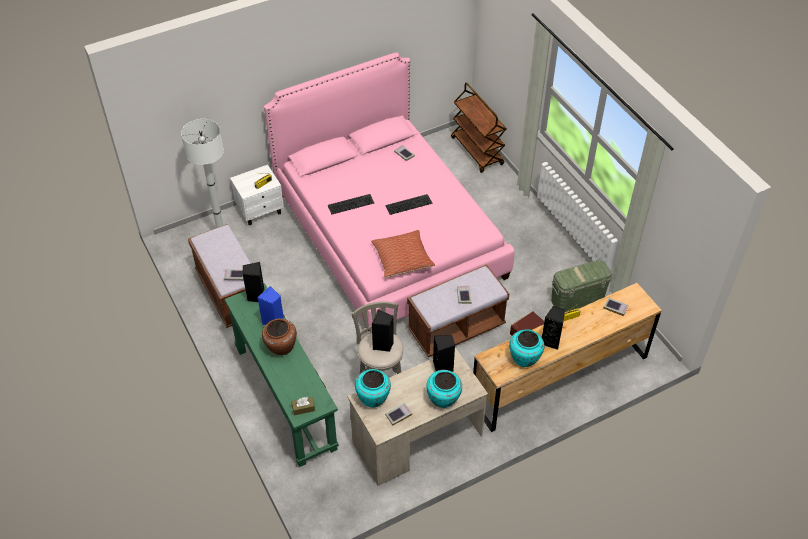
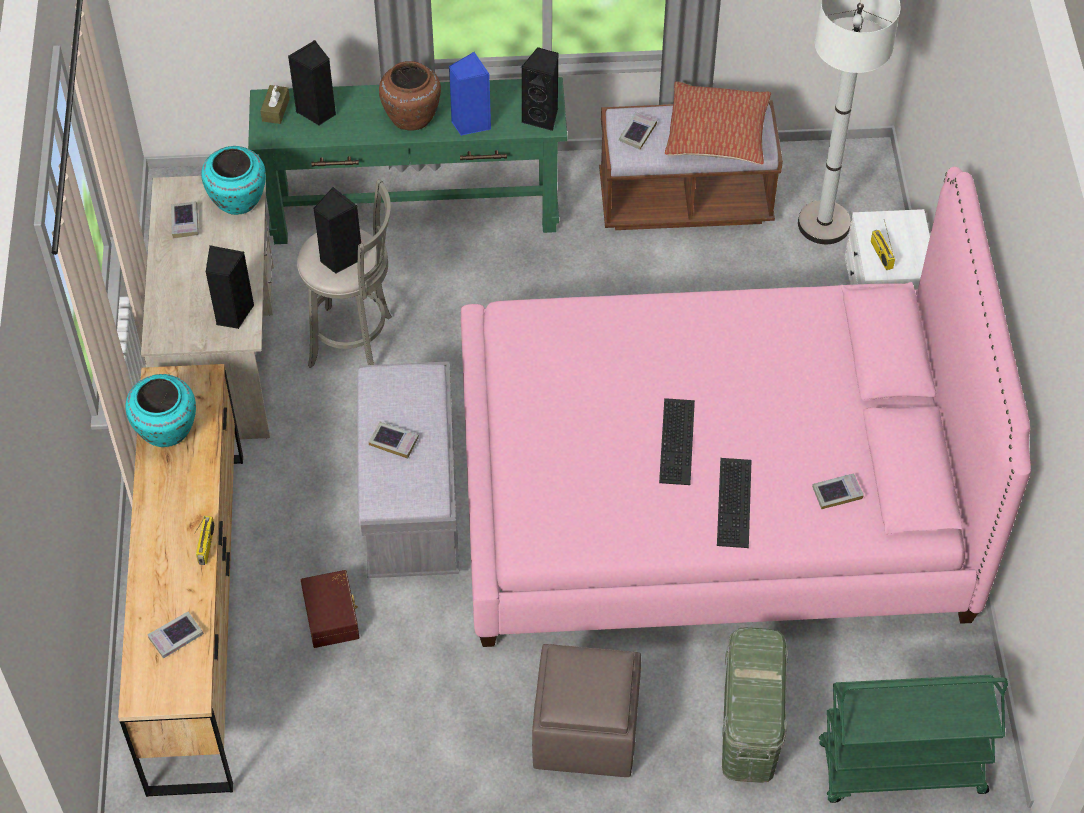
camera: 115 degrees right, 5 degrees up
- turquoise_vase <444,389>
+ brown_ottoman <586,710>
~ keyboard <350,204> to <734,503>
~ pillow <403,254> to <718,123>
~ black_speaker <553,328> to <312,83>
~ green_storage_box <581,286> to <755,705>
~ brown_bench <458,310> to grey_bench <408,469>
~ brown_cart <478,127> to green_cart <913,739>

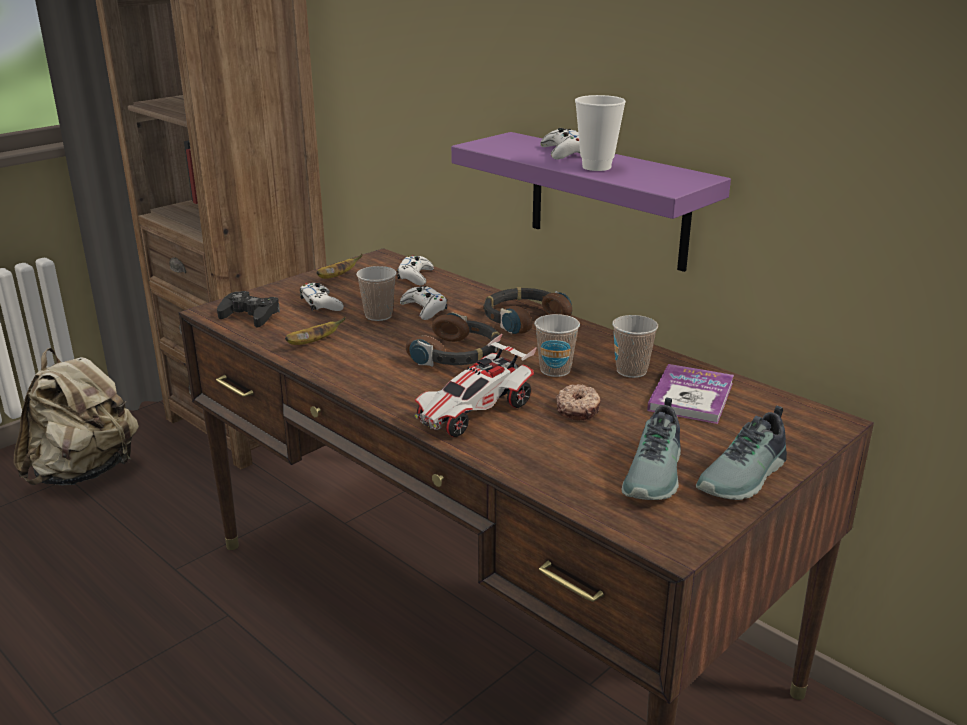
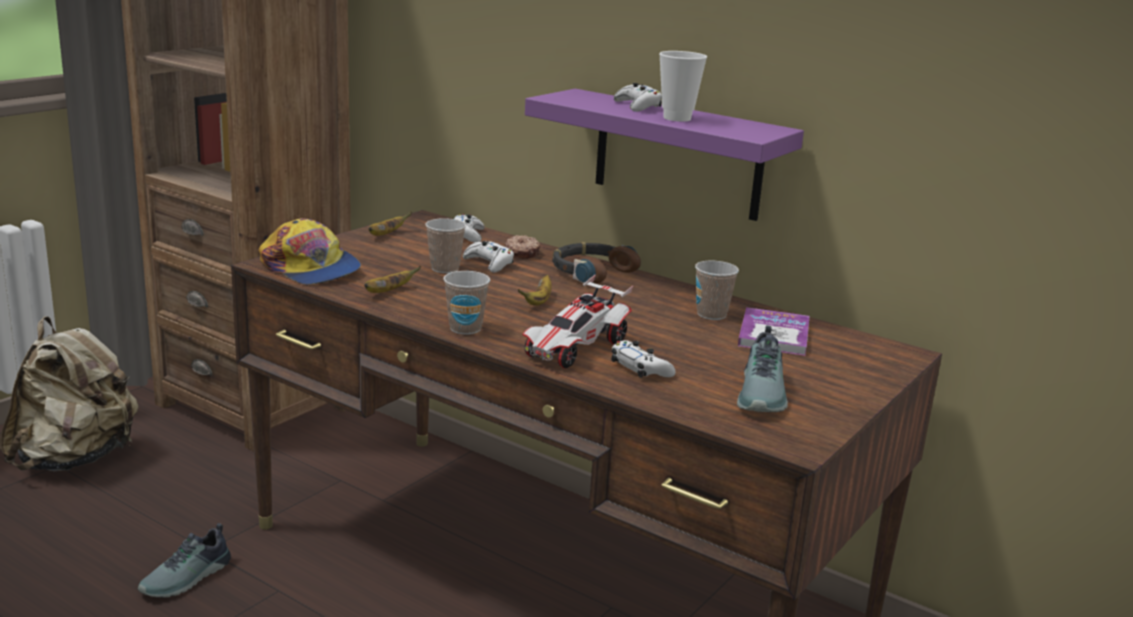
camera: 10 degrees left, 5 degrees down
~ white_game_controller <322,297> to <643,359>
~ cup <557,345> to <466,302>
~ donut <578,402> to <522,247>
~ shoe <741,453> to <184,560>
~ black_game_controller <248,309> to cap <309,251>
~ headphones <453,339> to banana <535,290>

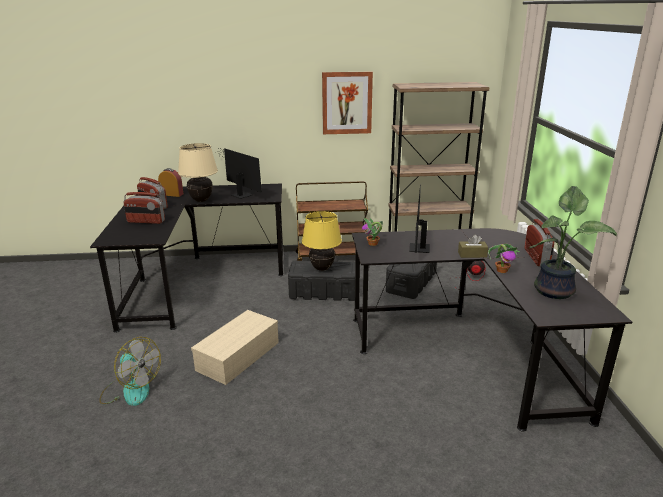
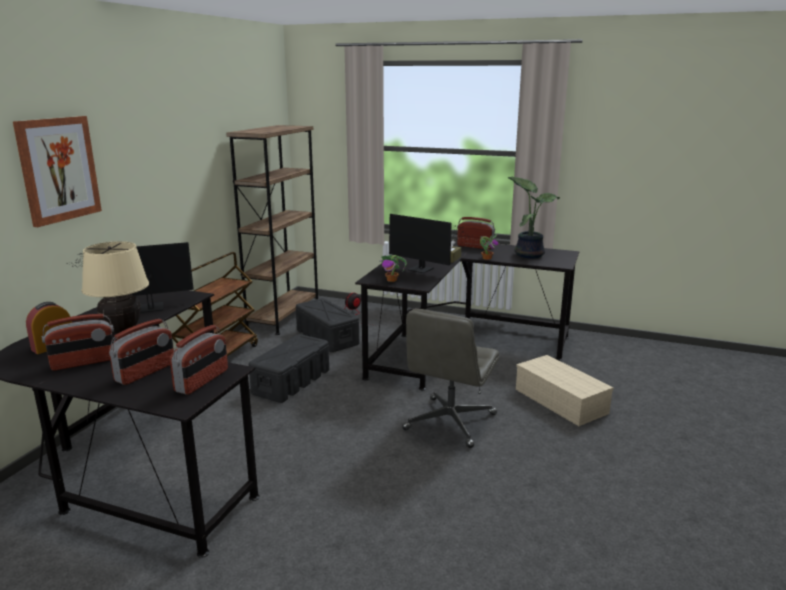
camera: 65 degrees left, 5 degrees down
- fan <130,371>
- yellow_table_lamp <322,241>
+ radio <199,360>
+ grey_office_chair <450,378>
~ beige_storage_box <235,347> to <565,390>
~ picture <347,103> to <57,171>

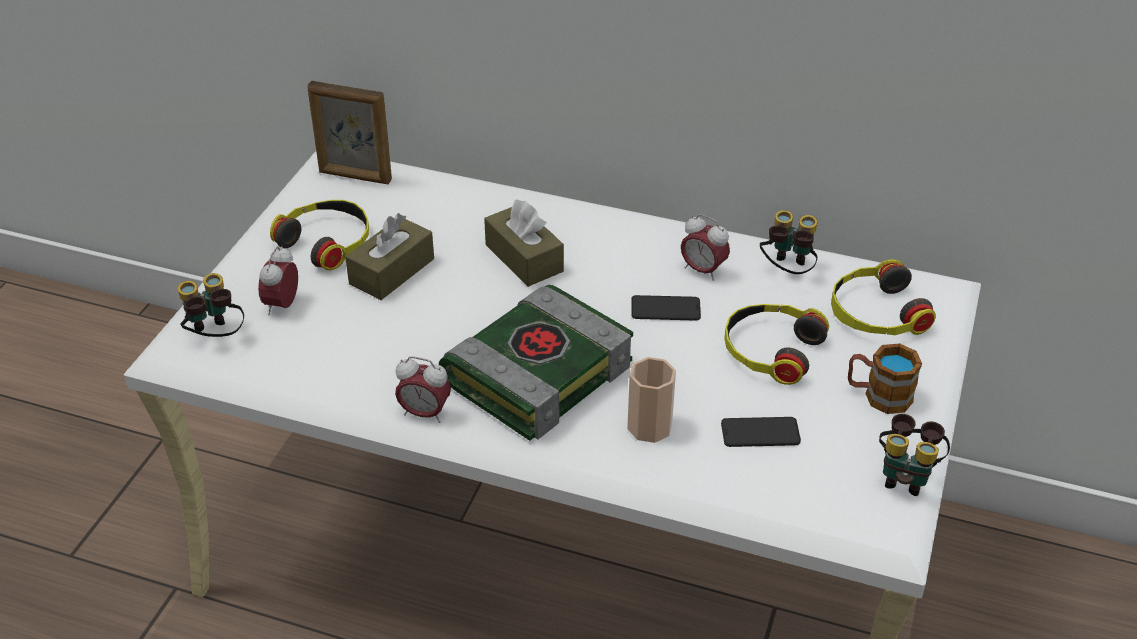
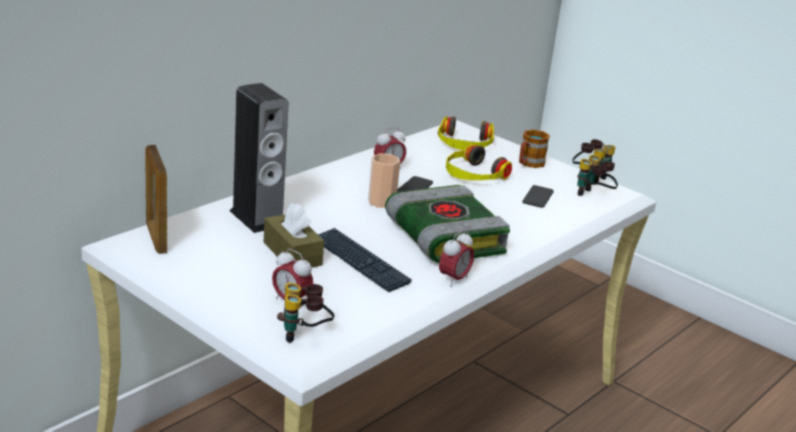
camera: 70 degrees left, 15 degrees down
- headphones <319,235>
- brown_tissue_box <524,243>
+ speaker <259,158>
+ keyboard <365,260>
~ cup <651,400> to <384,181>
~ binoculars <789,242> to <597,175>
~ picture_frame <349,132> = <156,199> 120 degrees clockwise

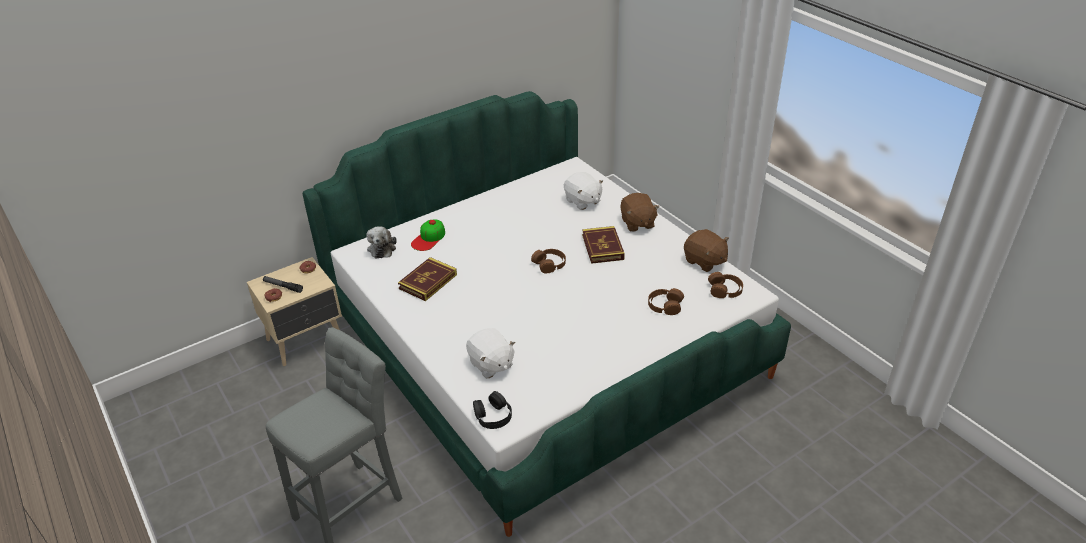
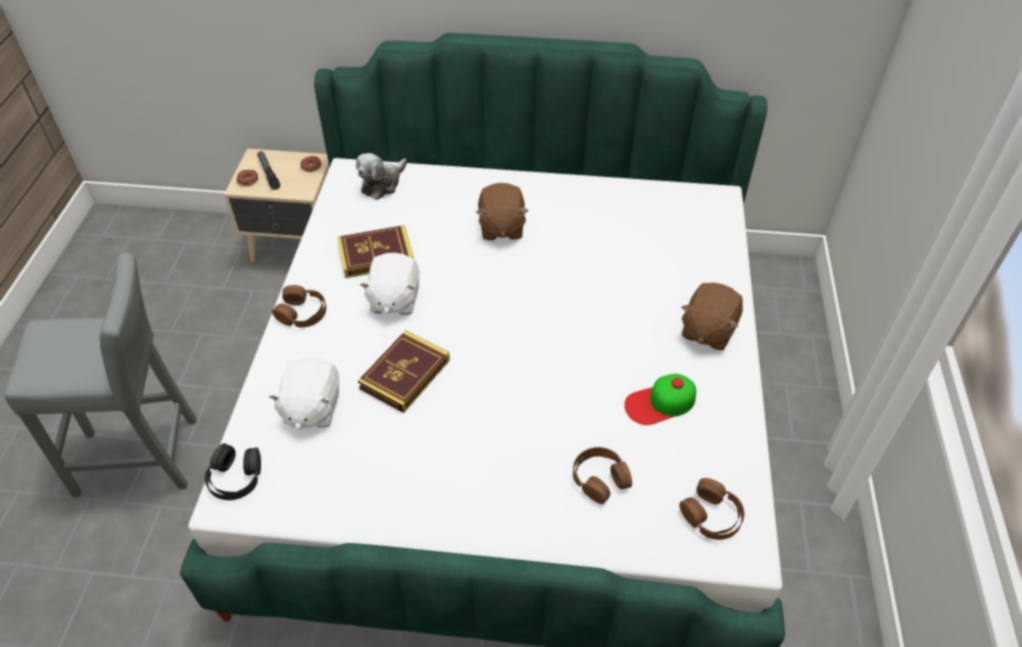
camera: 40 degrees right, 10 degrees up
~ cap <428,235> to <660,399>
~ brown_headphones <548,261> to <299,306>
~ white_plush_toy <583,191> to <389,284>
~ book <603,245> to <404,371>
~ brown_plush_toy <706,250> to <502,211>

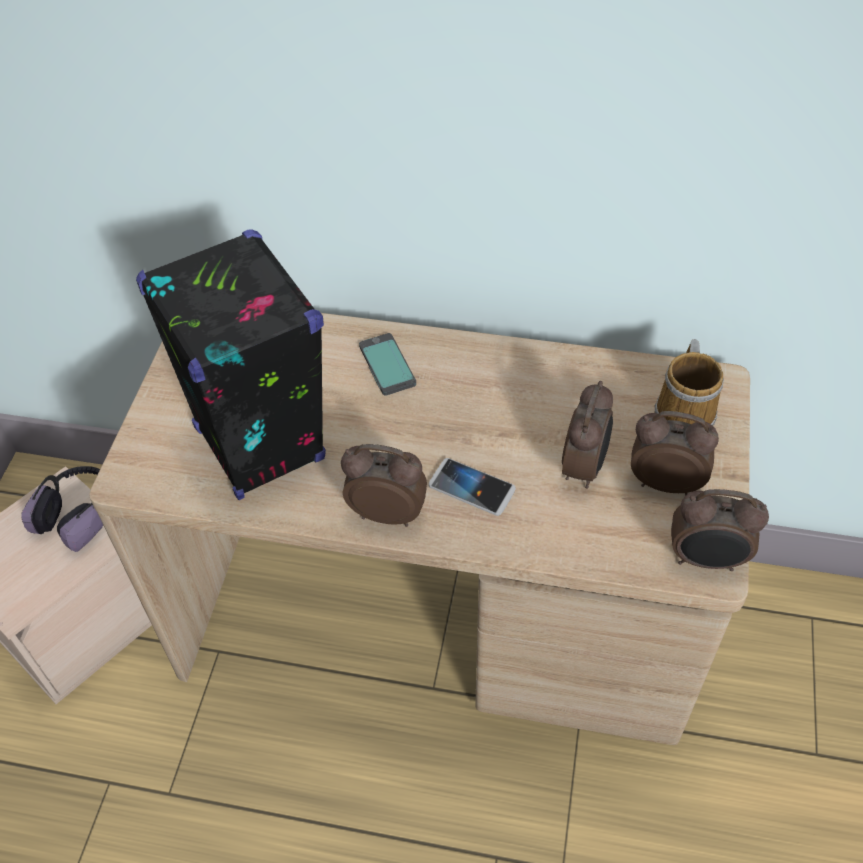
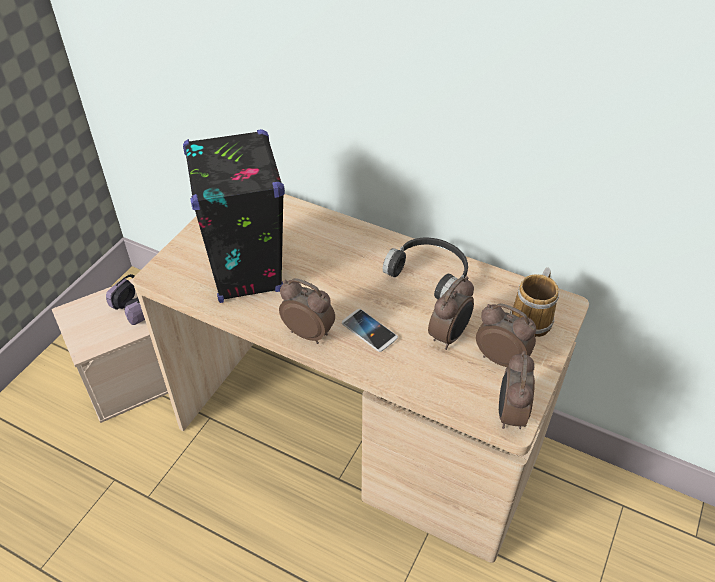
camera: 15 degrees right, 5 degrees down
- phone <387,364>
+ black_headphones <425,268>
~ alarm_clock <720,530> = <517,390> 75 degrees clockwise

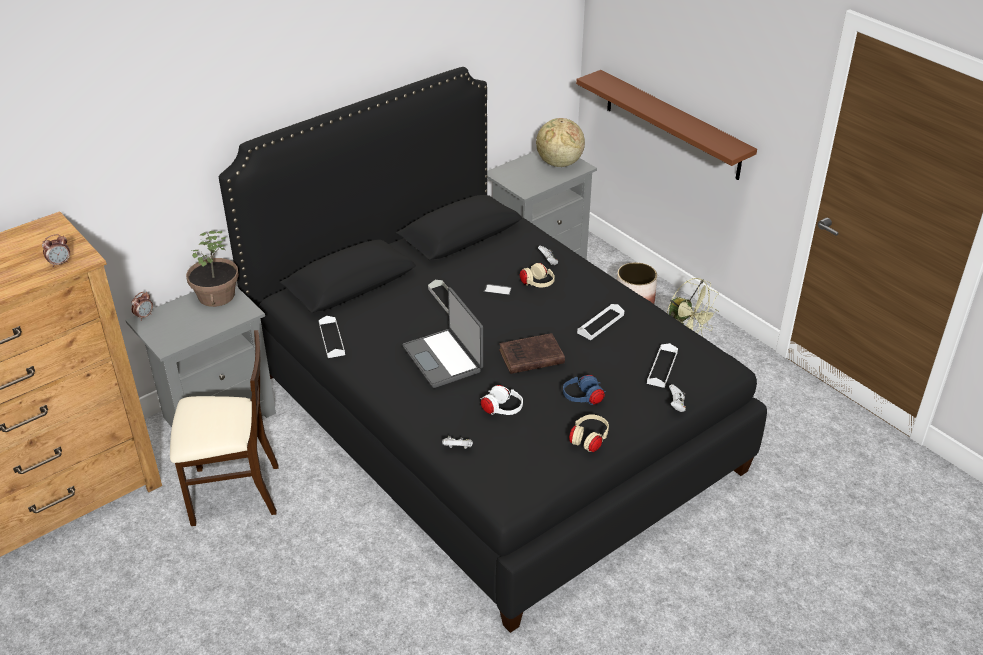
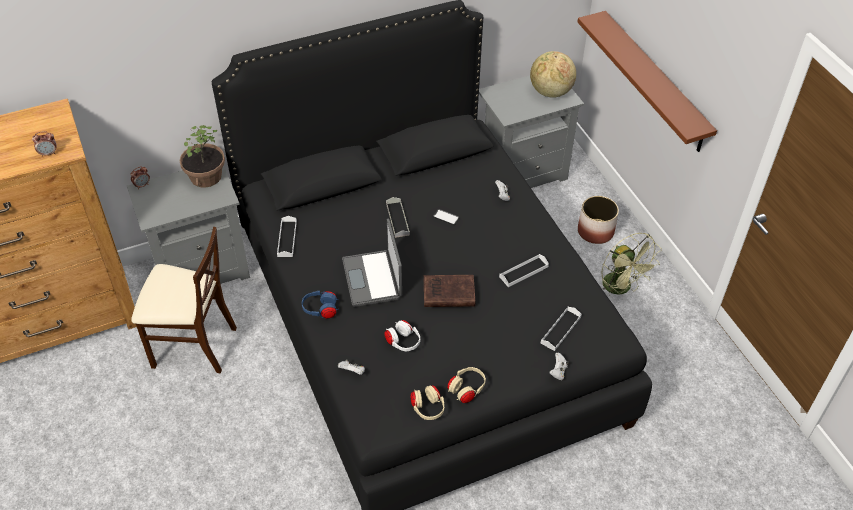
camera: 15 degrees right, 10 degrees up
~ beige_headphones <537,275> to <427,402>
~ blue_headphones <584,390> to <320,305>

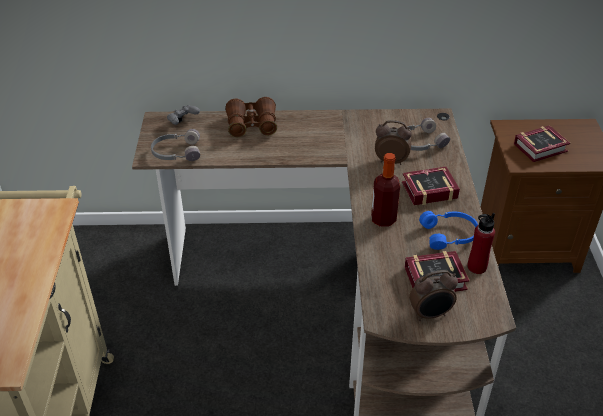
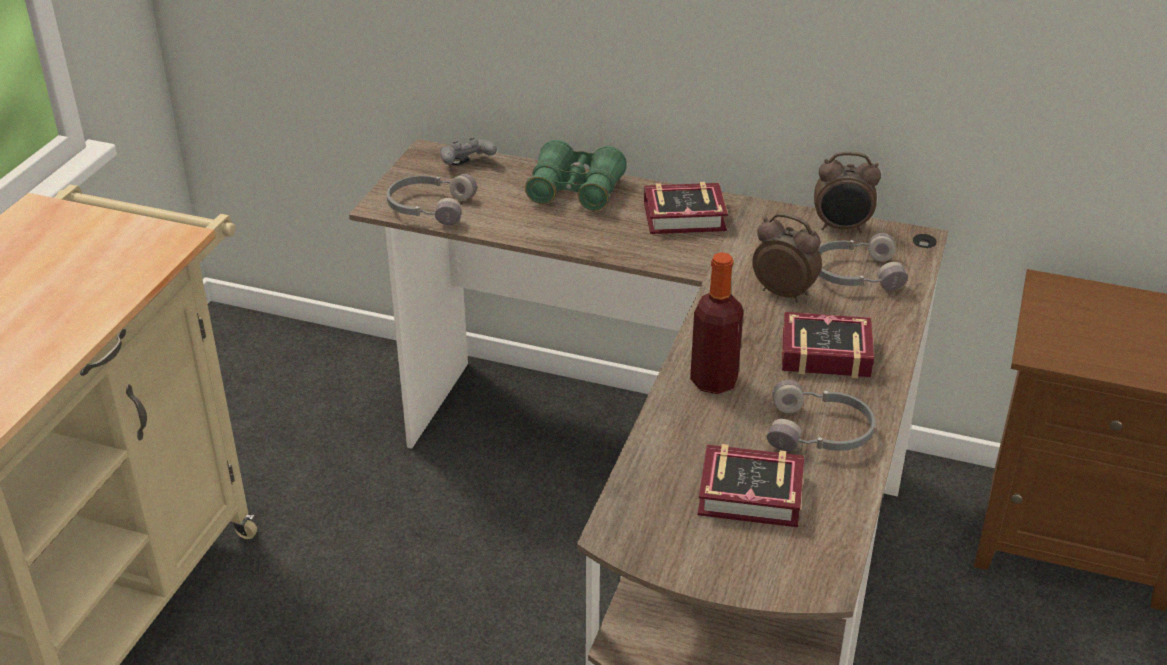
camera: 20 degrees right, 5 degrees down
- red_bottle <481,243>
~ alarm_clock <433,295> to <847,192>
~ book <542,143> to <686,208>
~ brown_binoculars <251,117> to green_binoculars <576,175>
~ blue_headphones <448,230> to grey_headphones <821,415>

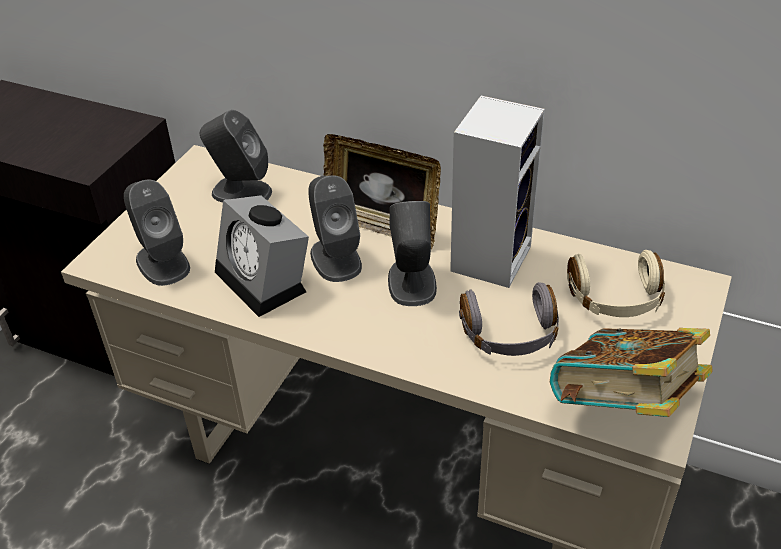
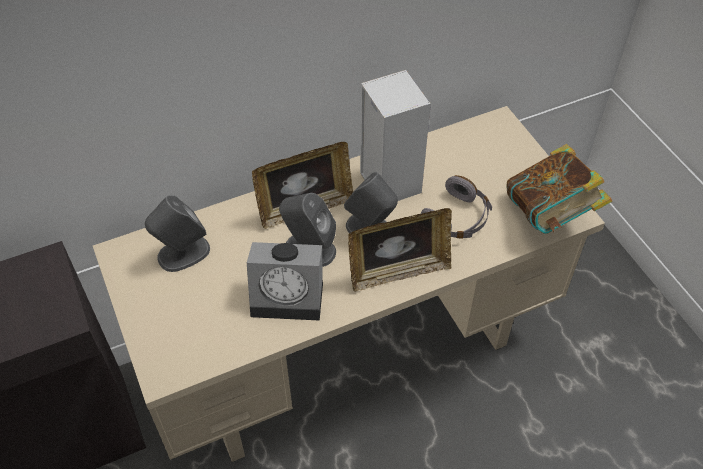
camera: 50 degrees left, 10 degrees up
- grey_speaker <157,233>
- beige_headphones <616,283>
+ picture_frame <400,250>

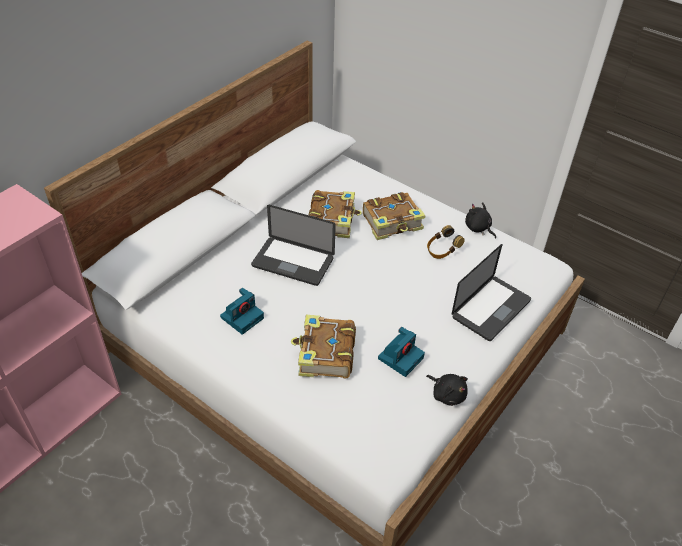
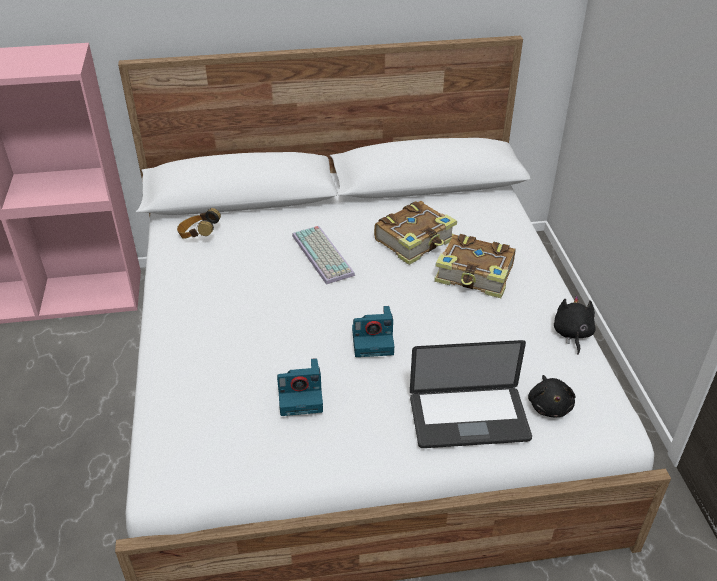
camera: 45 degrees right, 5 degrees down
- book <323,346>
~ photo_camera <242,311> to <373,331>
~ black_plush_toy <447,390> to <552,396>
~ headphones <446,242> to <199,223>
~ laptop <293,245> to keyboard <323,255>

